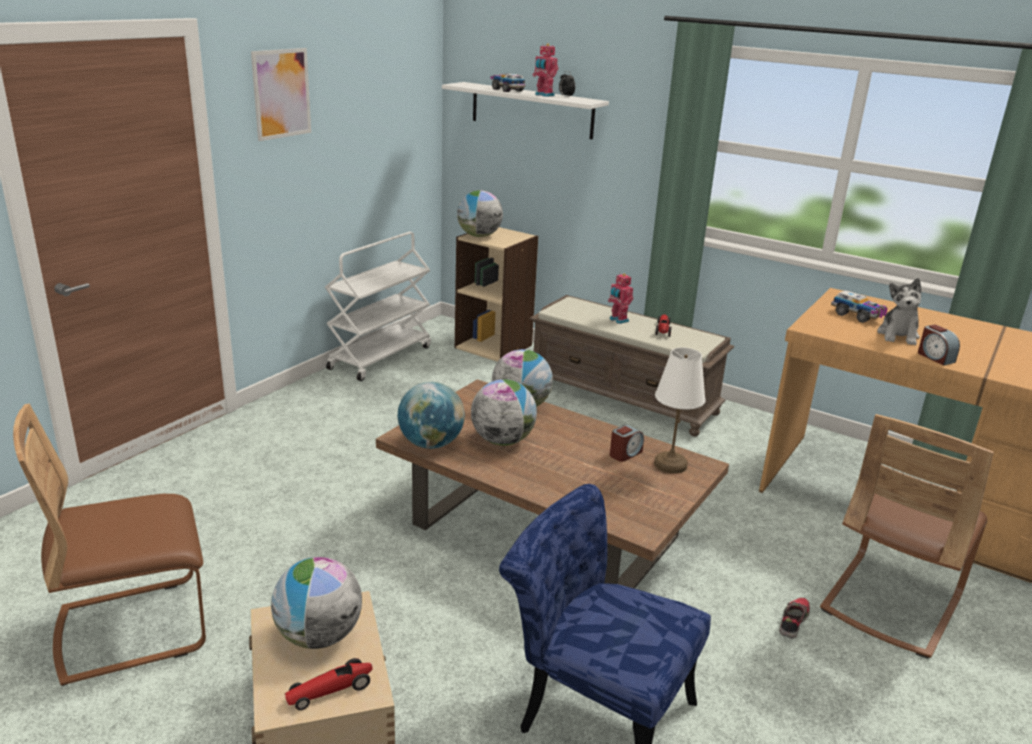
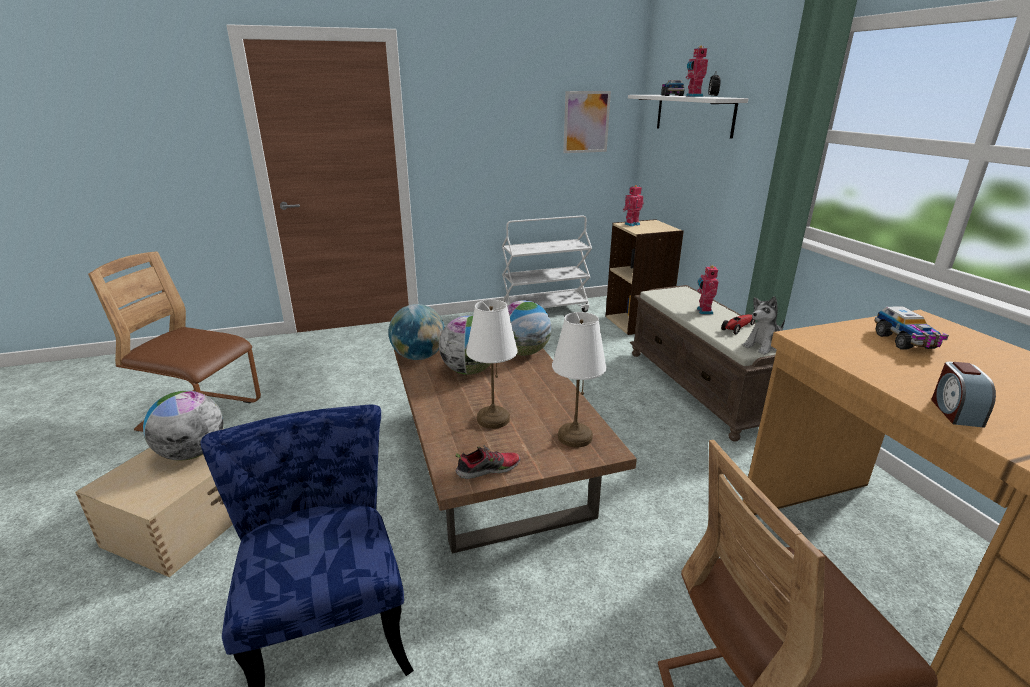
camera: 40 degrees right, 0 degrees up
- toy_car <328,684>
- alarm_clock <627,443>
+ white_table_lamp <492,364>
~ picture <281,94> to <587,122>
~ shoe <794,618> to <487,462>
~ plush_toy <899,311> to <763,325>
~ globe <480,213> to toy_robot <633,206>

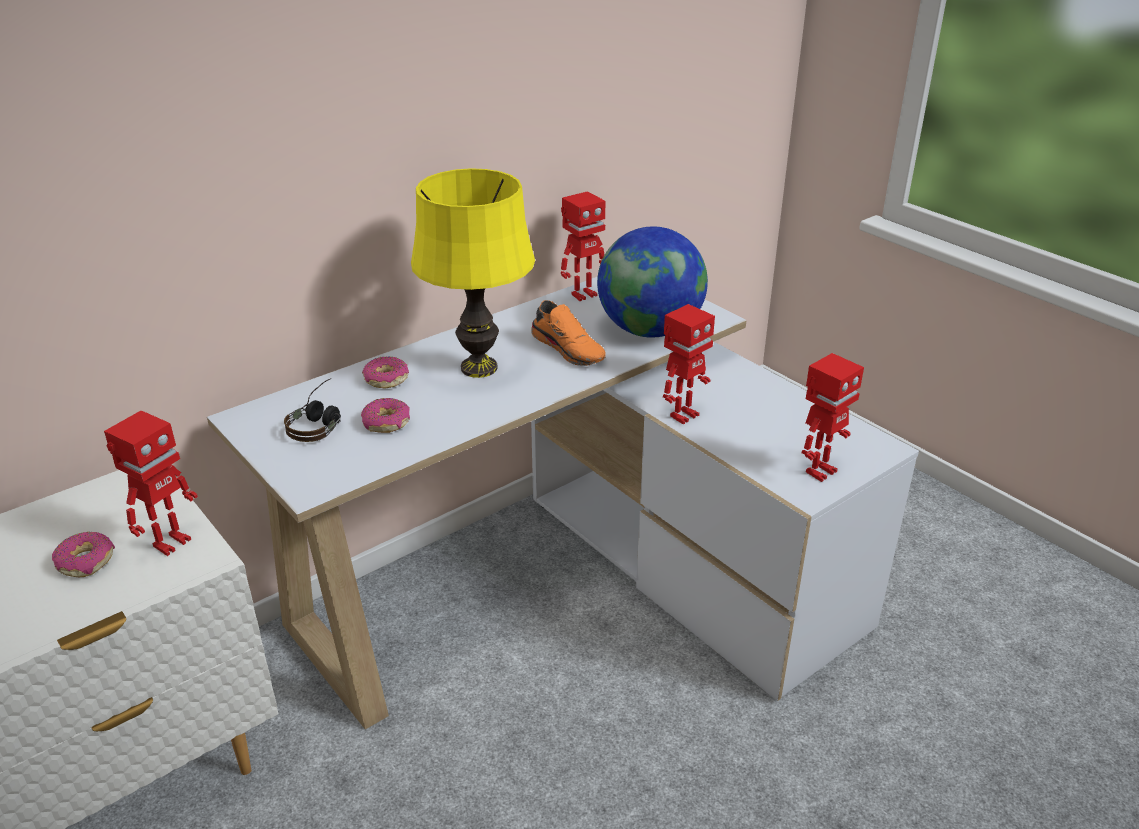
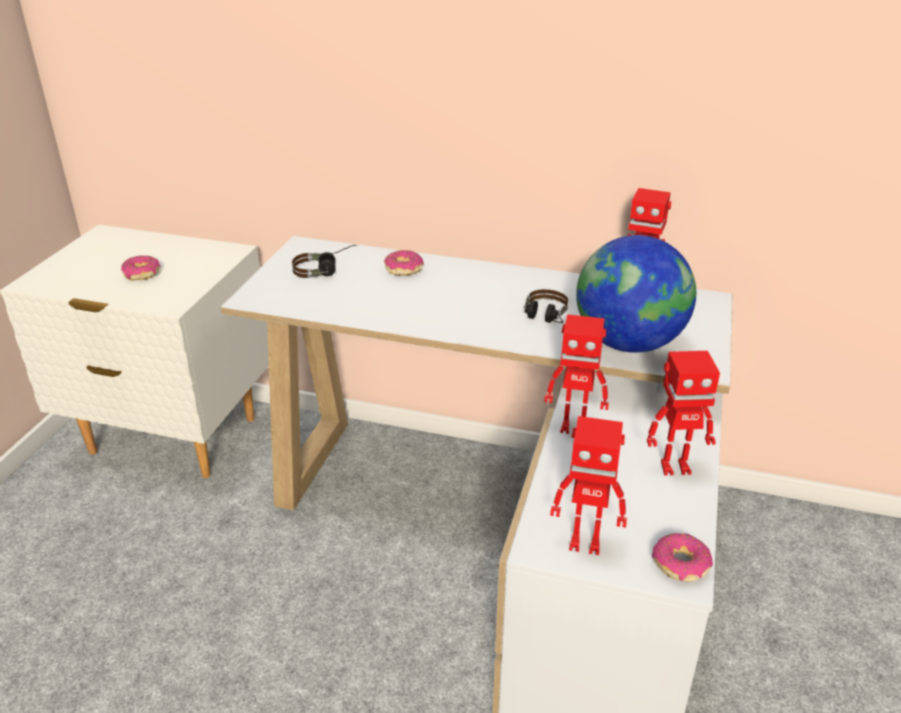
camera: 55 degrees right, 0 degrees up
- yellow_table_lamp <473,273>
~ toy_robot <151,483> to <683,413>
~ donut <385,415> to <682,557>
~ orange_shoe <568,333> to headphones <546,306>

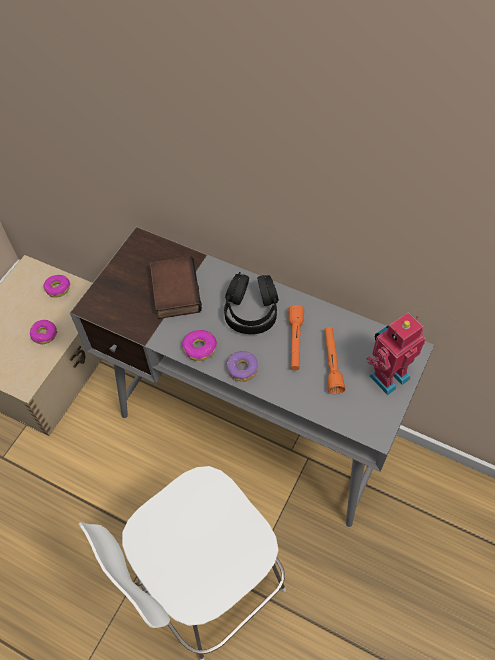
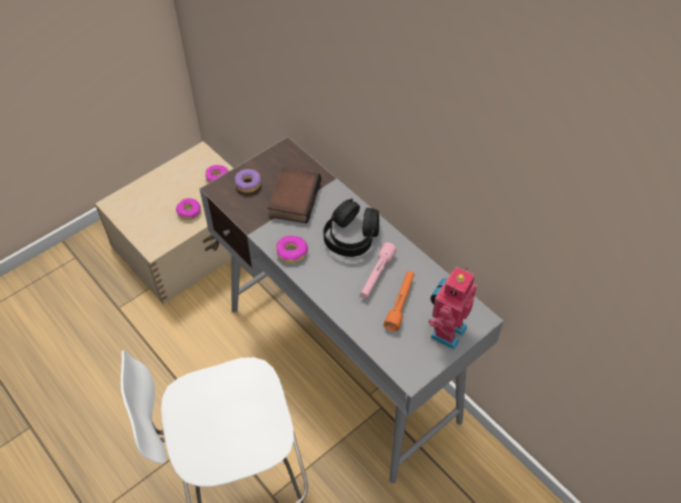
camera: 20 degrees right, 5 degrees down
~ donut <242,366> to <248,181>
~ orange_flashlight <296,337> to pink_flashlight <378,270>
~ toy_robot <396,353> = <452,308> 45 degrees counterclockwise

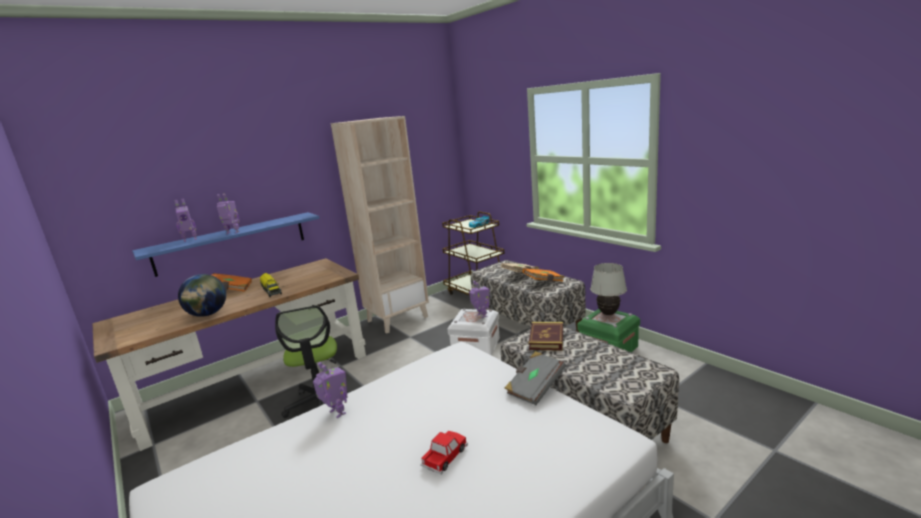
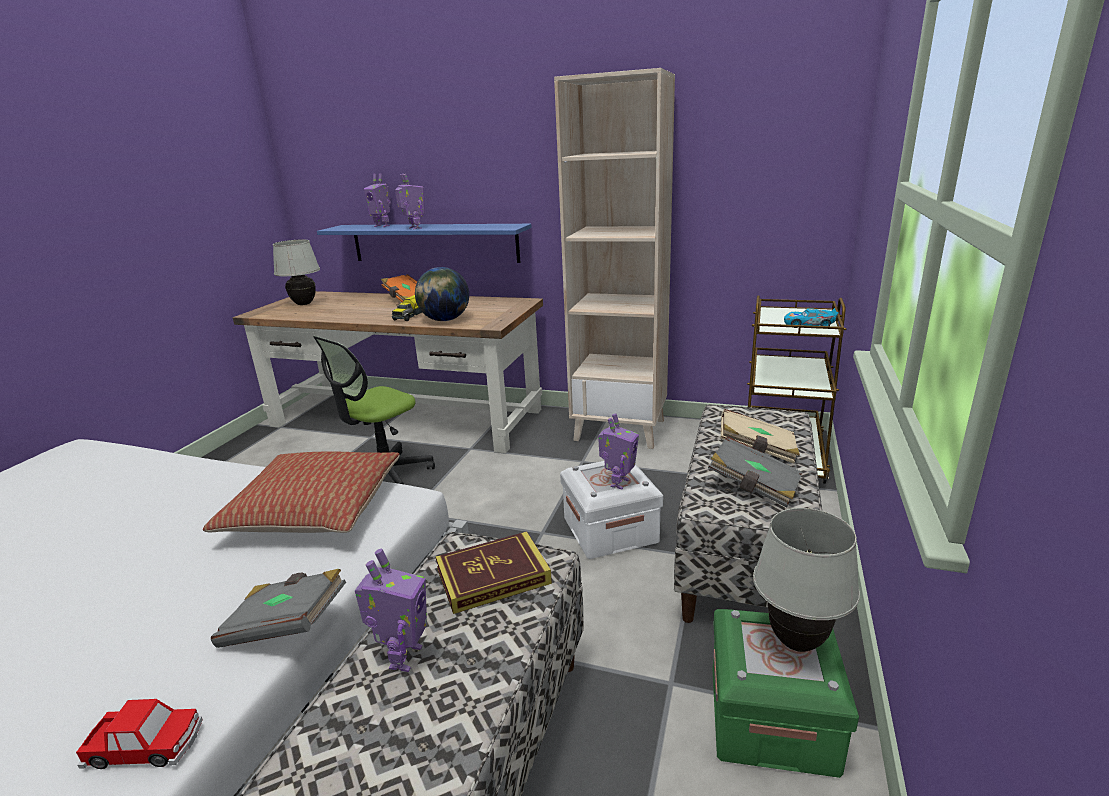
camera: 55 degrees right, 5 degrees up
+ pillow <301,492>
+ white_table_lamp <296,272>
~ globe <202,295> to <442,294>
~ toy_robot <330,390> to <391,610>
~ toy_car <444,452> to <139,734>
~ orange_book <544,275> to grey_book <755,472>

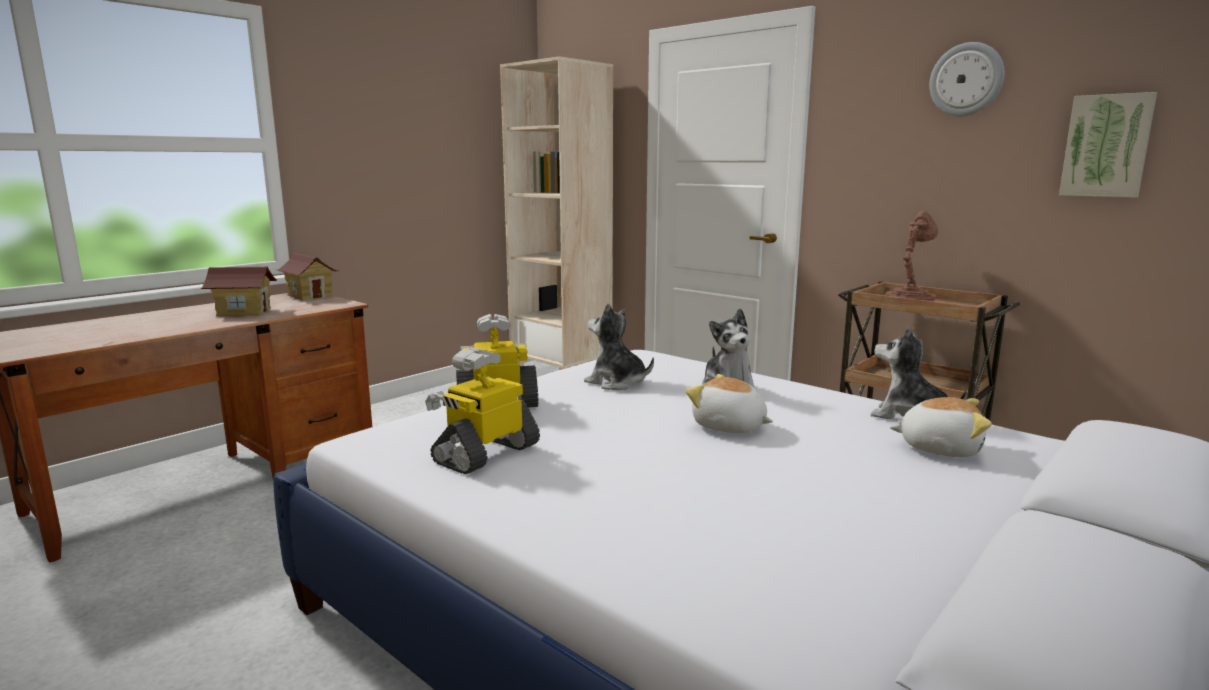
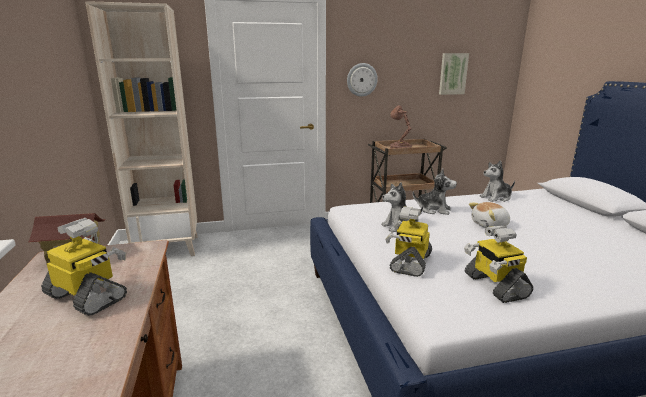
camera: 55 degrees left, 5 degrees up
- plush_toy <941,427>
~ wall_clock <967,79> to <362,80>
~ toy_house <239,291> to toy_robot <84,267>

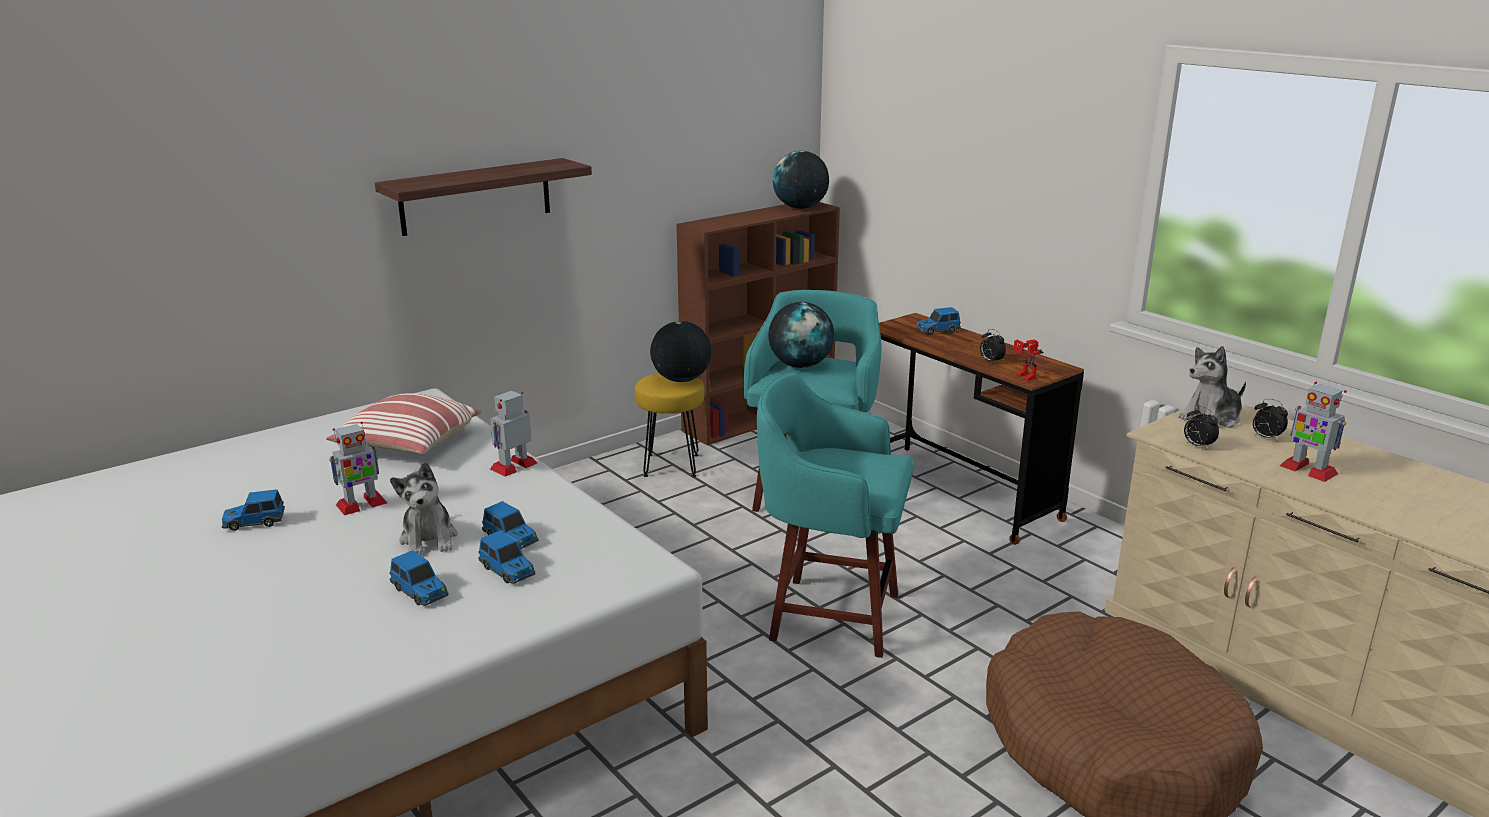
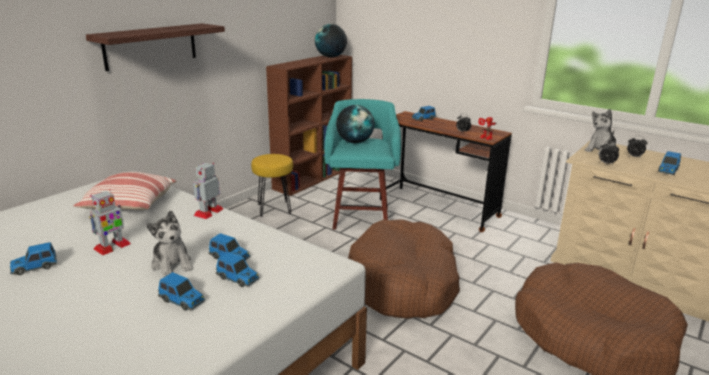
camera: 15 degrees left, 0 degrees up
- globe <681,351>
~ turquoise_stool <835,515> to brown_dog_bed <404,269>
~ toy_robot <1313,432> to toy_car <669,163>

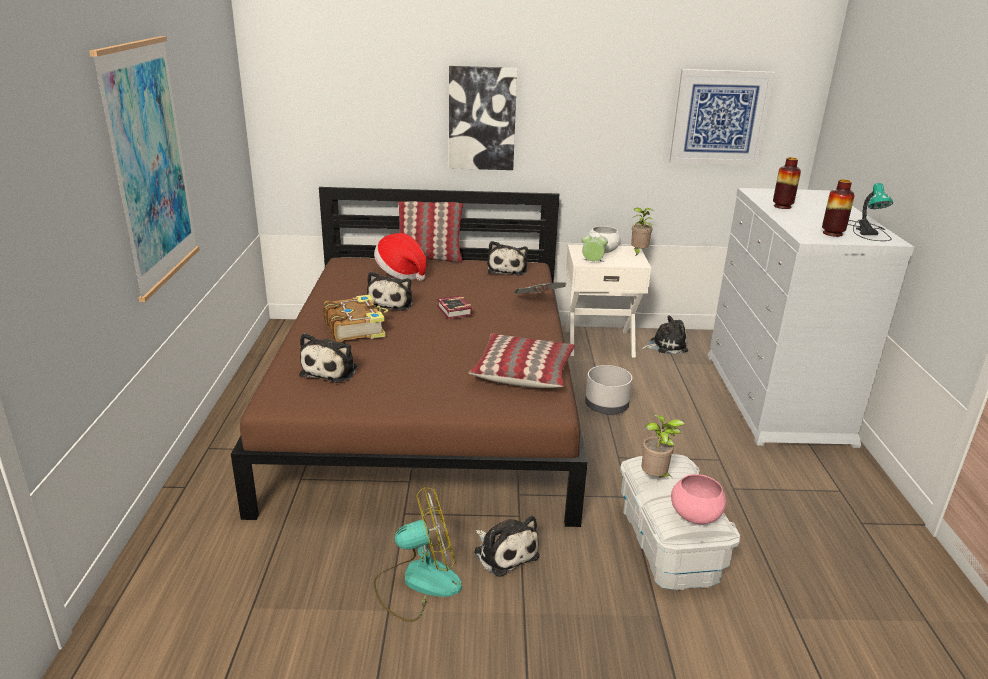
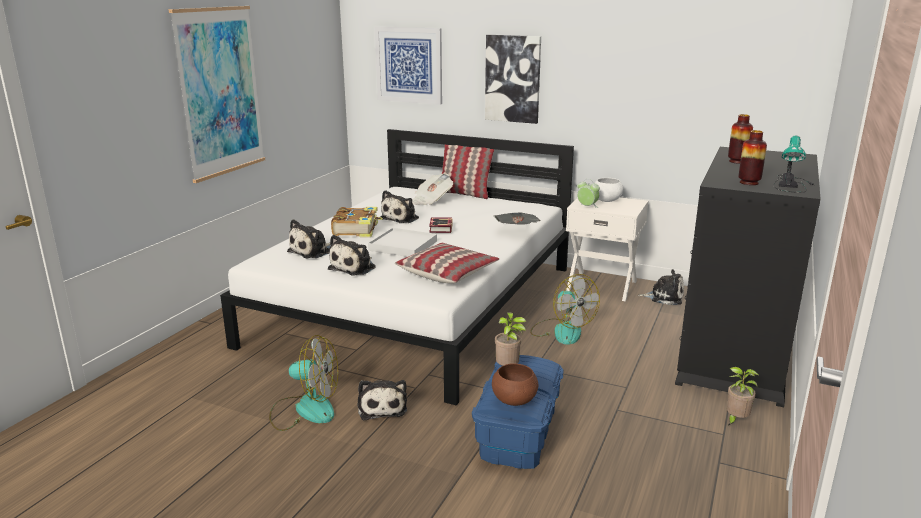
camera: 25 degrees right, 5 degrees down
+ white_tray <402,242>
~ plush_toy <507,258> to <352,255>
~ potted_plant <642,231> to <743,396>
~ picture <722,117> to <408,66>
~ hat <400,257> to newspaper <432,189>
~ grey_planter <608,389> to fan <565,309>
~ brown_bed <409,357> to white_bed <397,267>
~ white_storage_box <680,522> to blue_storage_box <518,412>
~ pink_bowl <698,499> to brown_bowl <515,384>
~ white_dresser <810,318> to black_dresser <747,277>

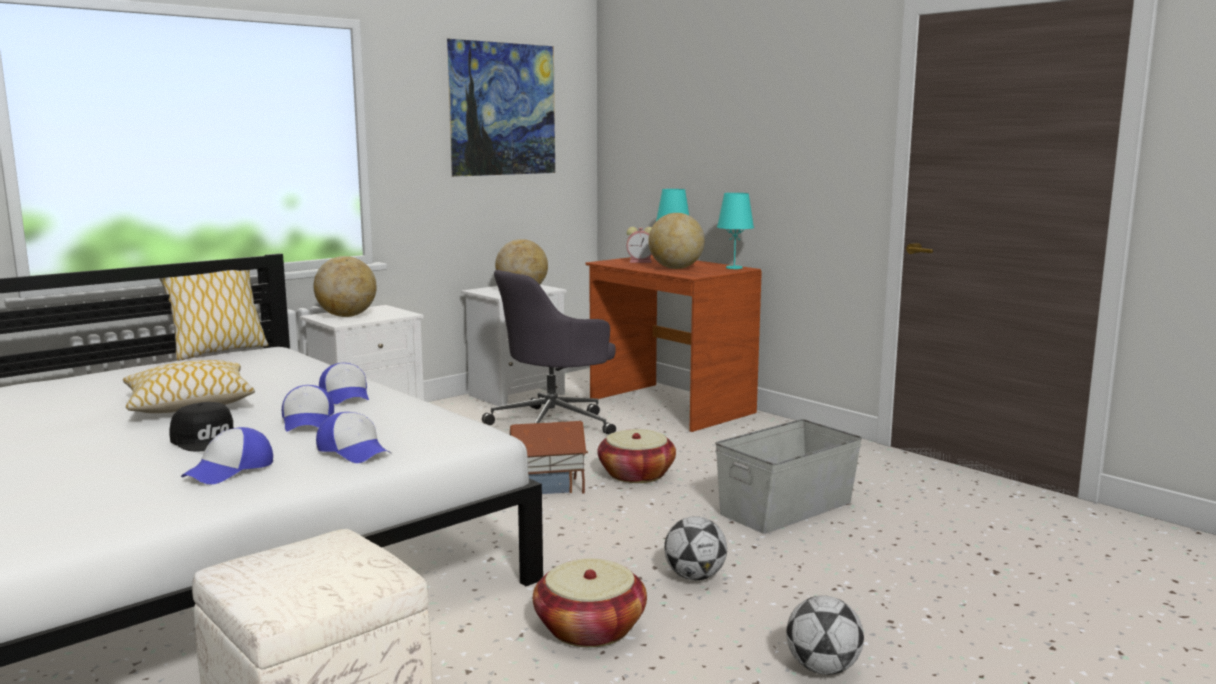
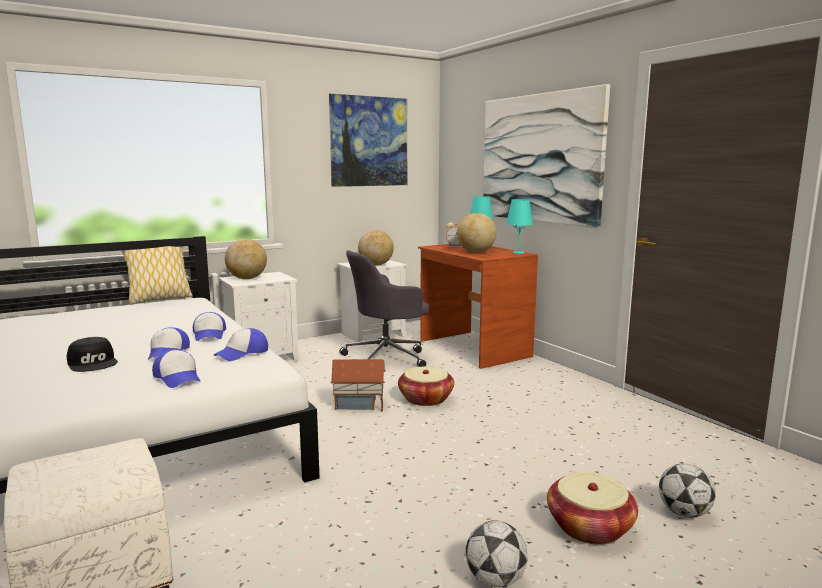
camera: 10 degrees right, 0 degrees up
- pillow <189,386>
- grey_storage_box <788,476>
+ picture <546,156>
~ cap <227,455> to <241,344>
~ basket <590,603> to <592,508>
~ football <695,548> to <687,491>

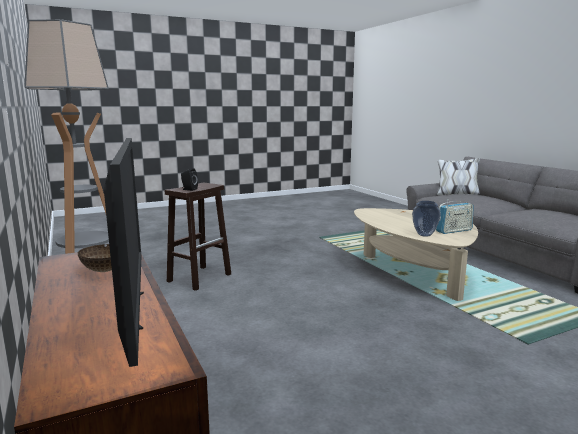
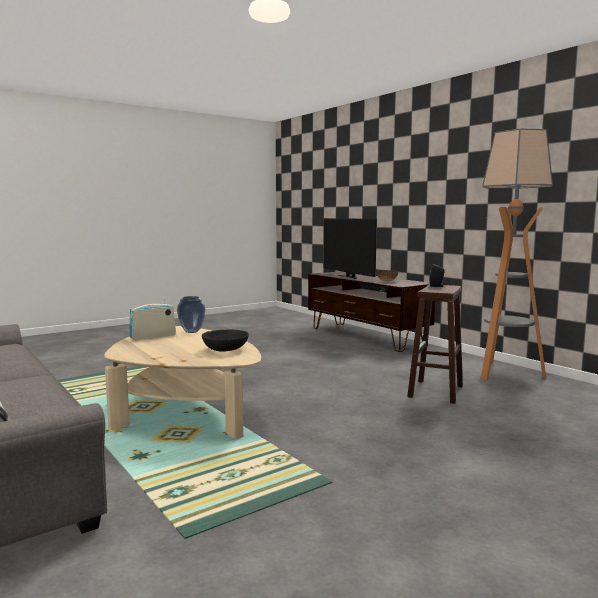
camera: 170 degrees right, 5 degrees down
+ black_bowl <225,340>

